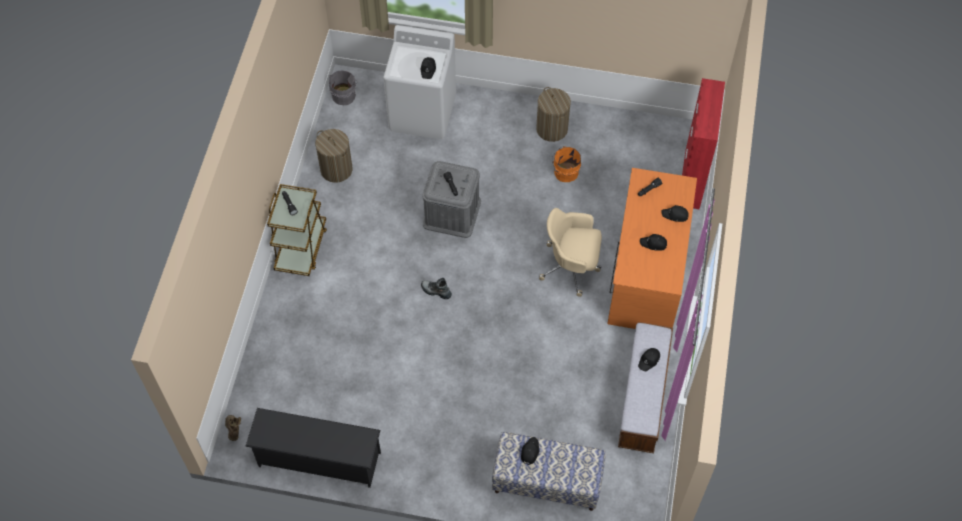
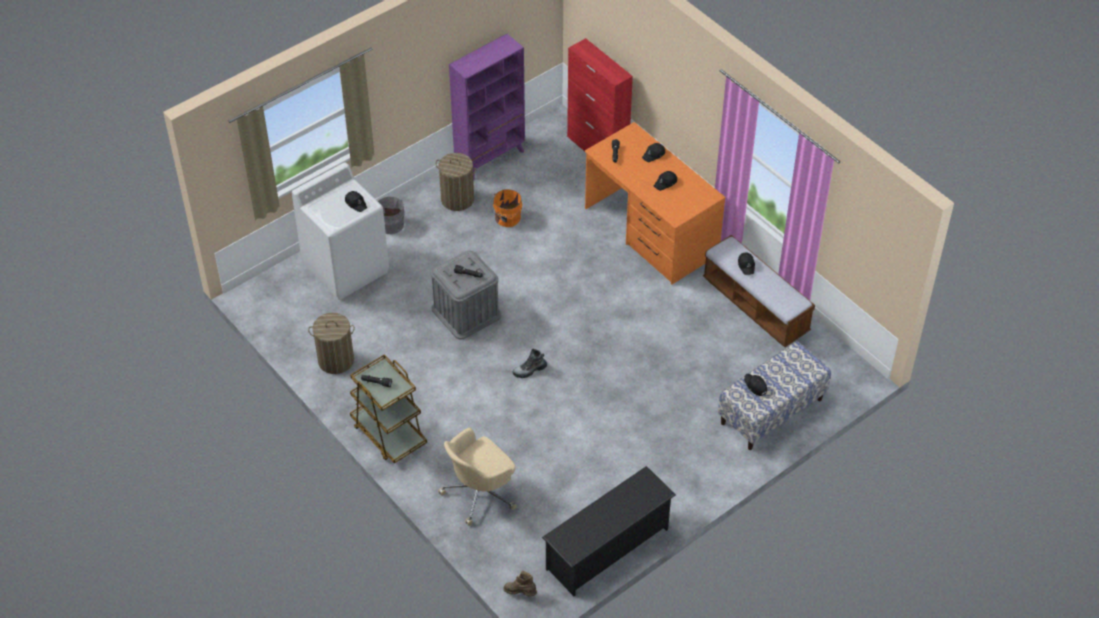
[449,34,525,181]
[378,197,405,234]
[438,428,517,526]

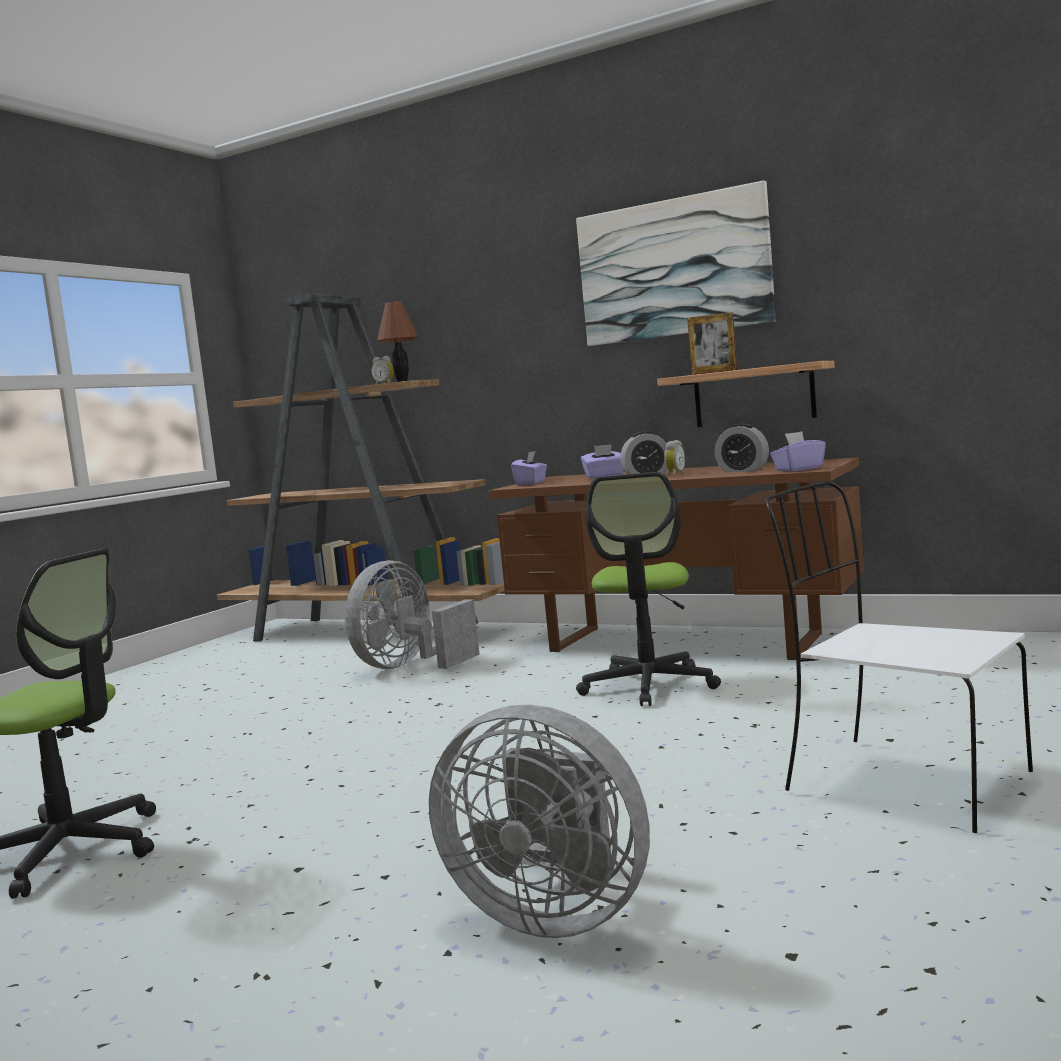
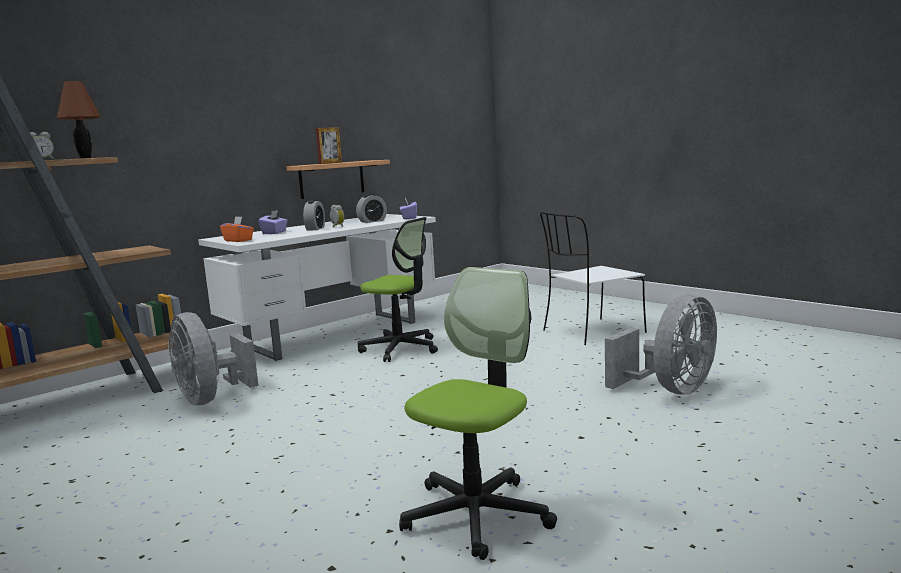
[576,180,776,346] (first image)
[198,214,436,361]
[220,216,254,242]

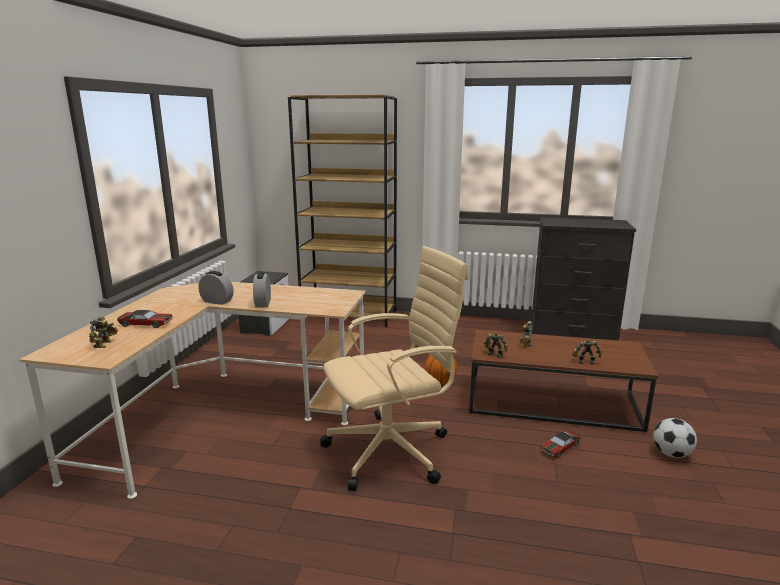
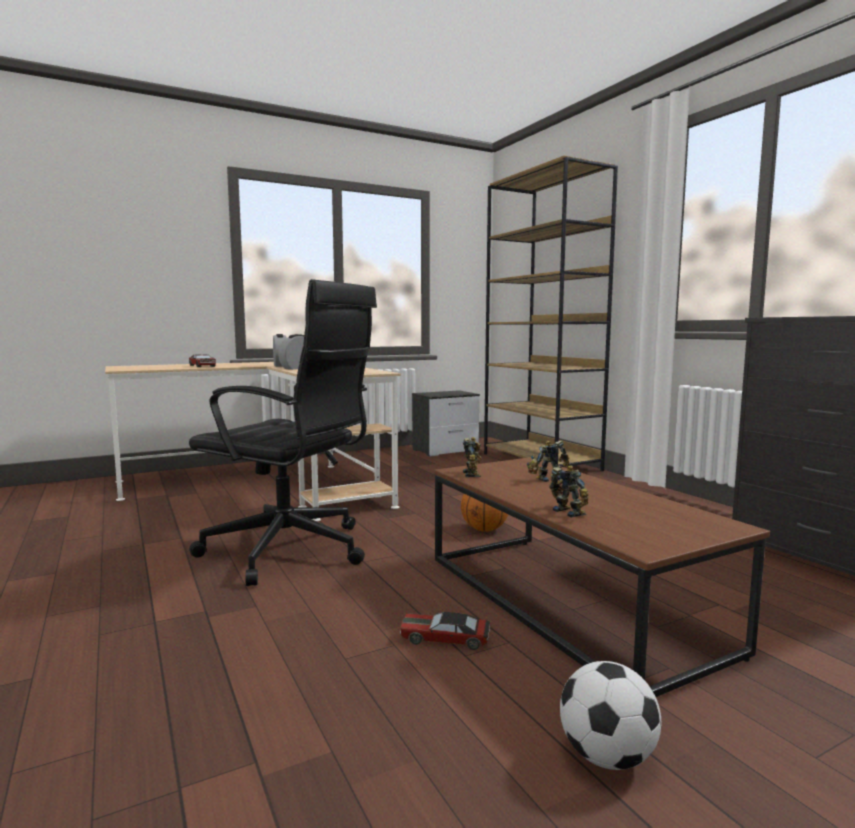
[89,316,118,348] (first image)
[189,279,377,586]

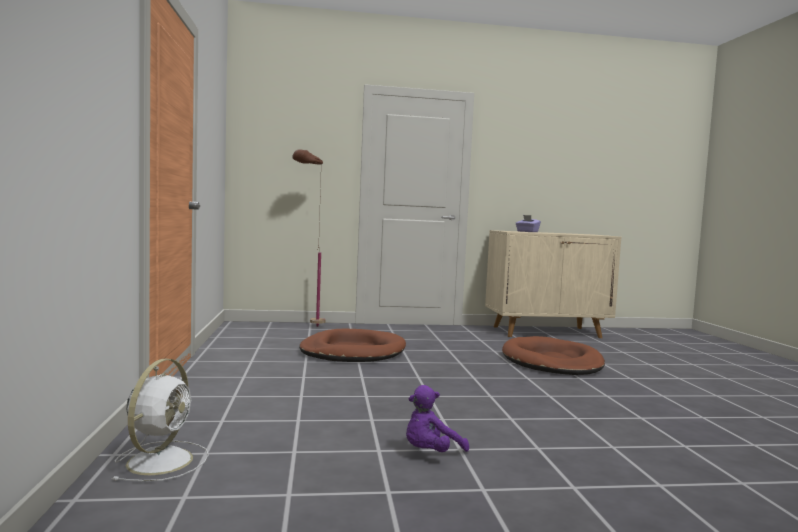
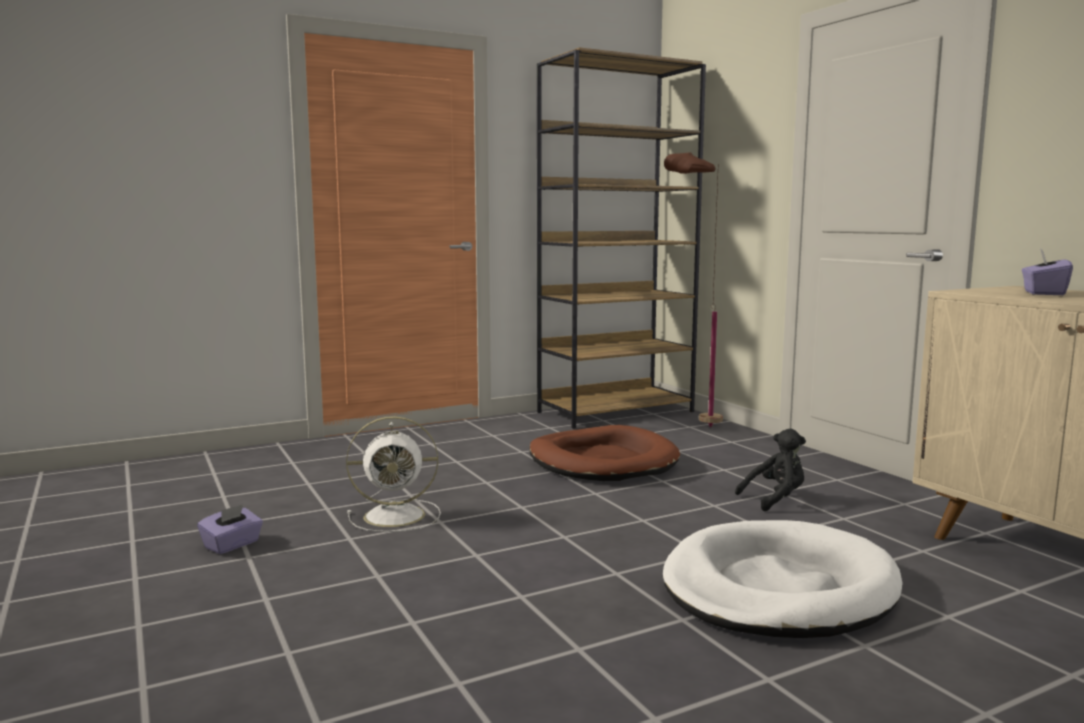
[537,47,706,429]
[735,428,806,511]
[346,416,441,532]
[197,504,263,554]
[662,520,903,638]

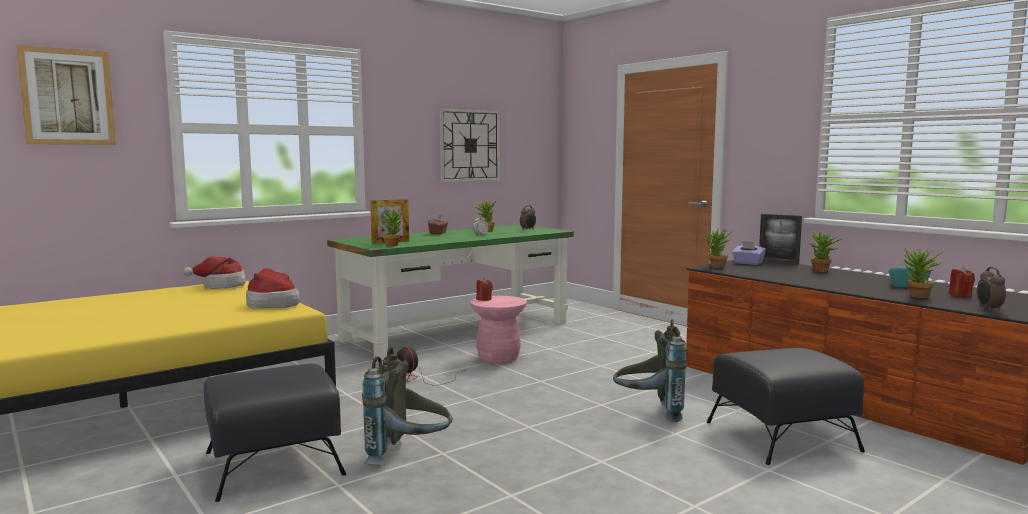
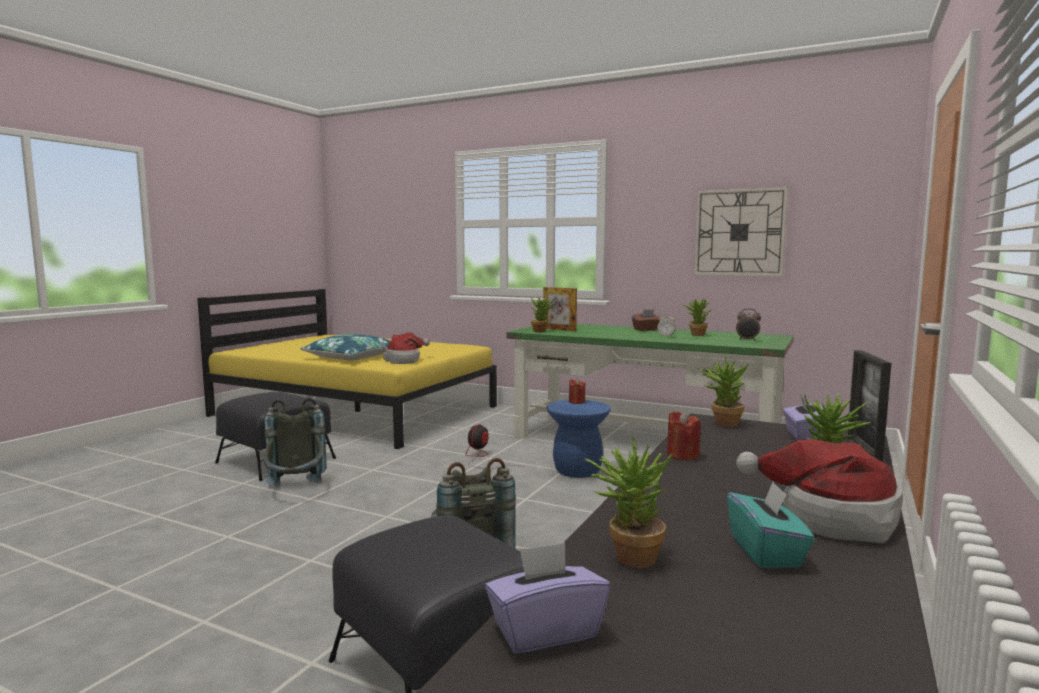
[16,45,116,145] (first image)
[300,334,390,360]
[737,439,903,543]
[667,411,701,461]
[485,542,610,653]
[547,400,611,478]

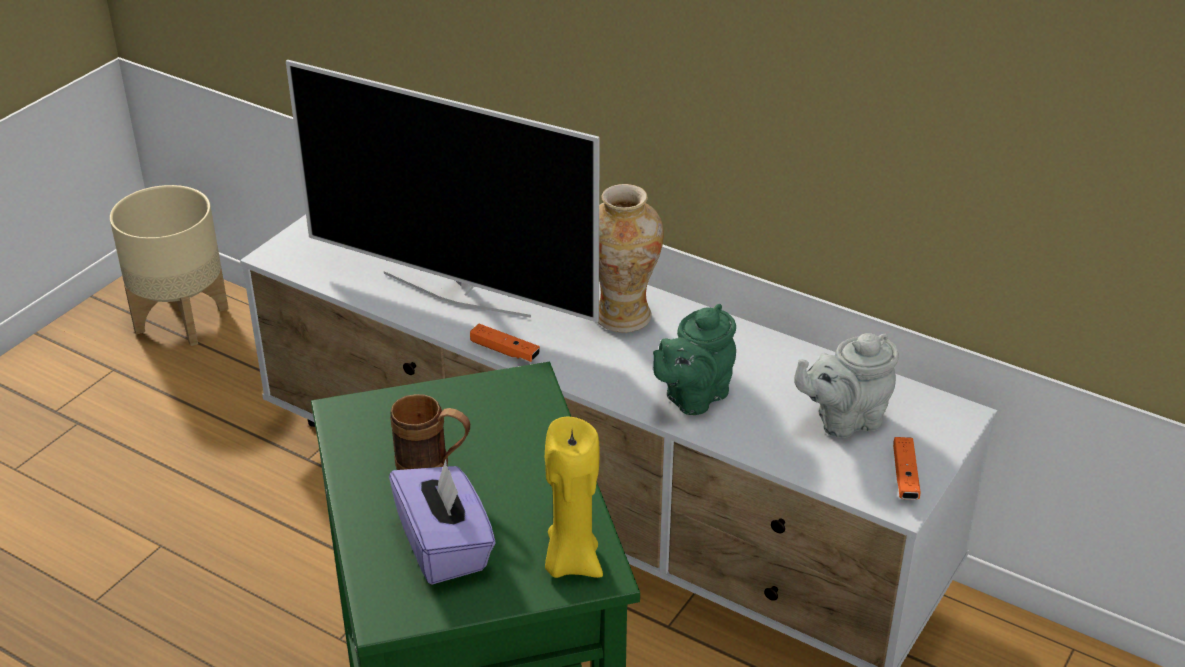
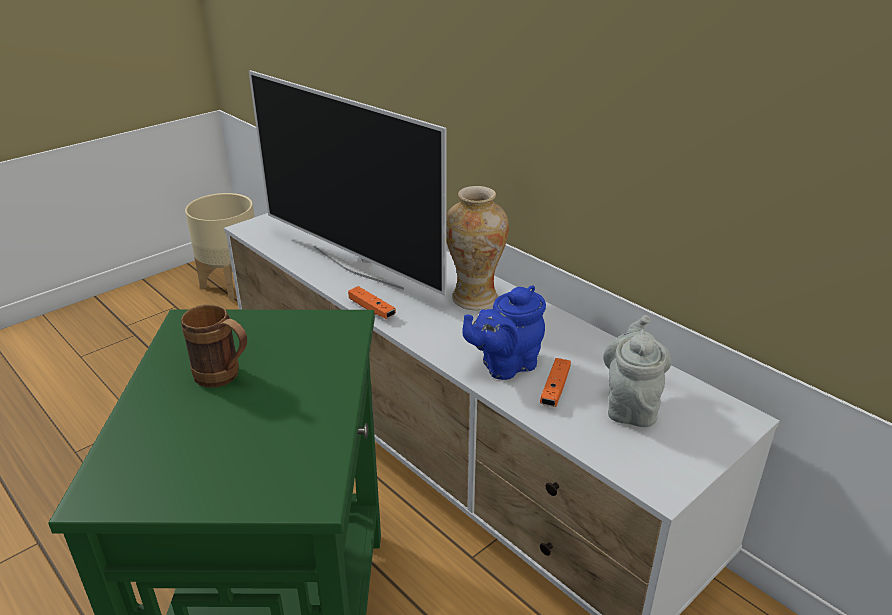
[389,460,495,584] (first image)
[545,417,603,578] (first image)
[540,358,571,407]
[462,285,546,380]
[603,315,671,427]

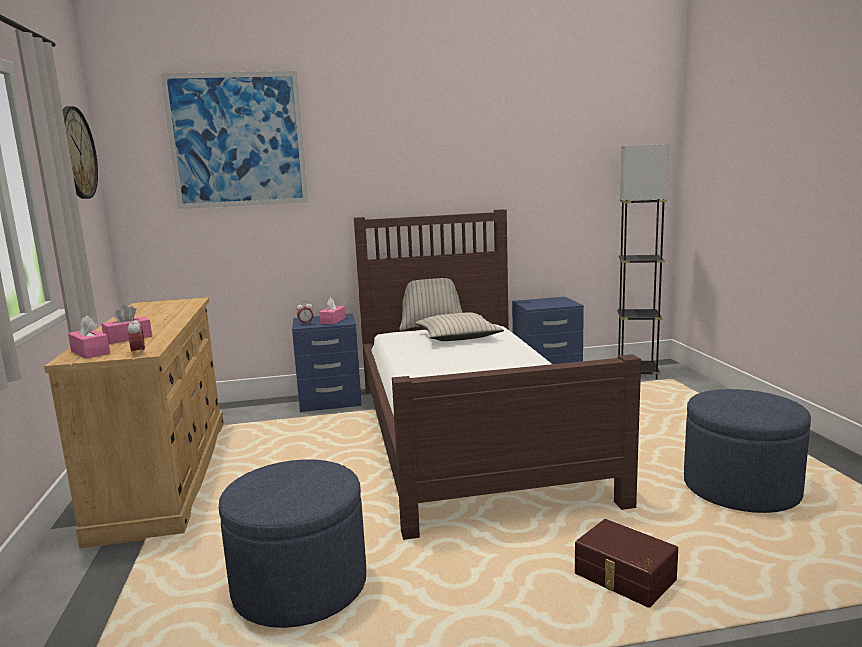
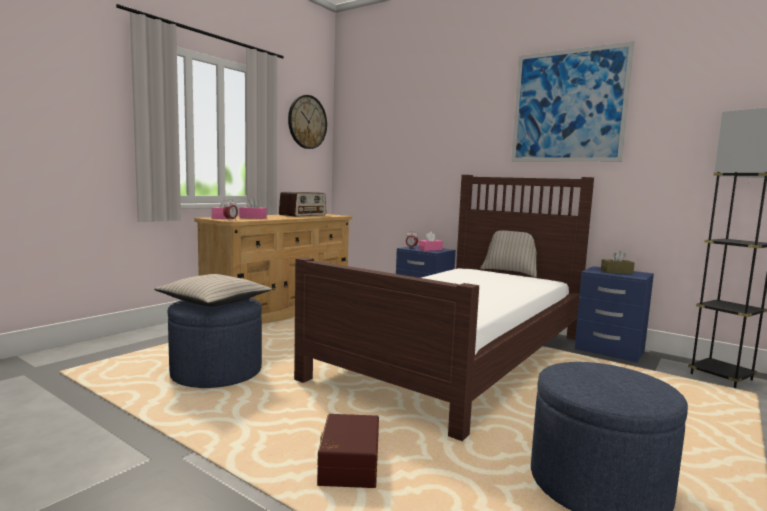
[279,192,326,217]
[601,250,634,274]
[511,41,635,162]
[154,274,272,306]

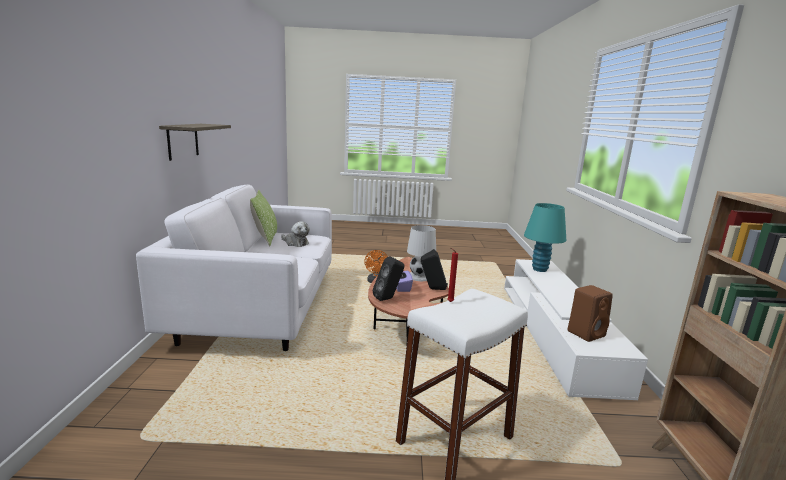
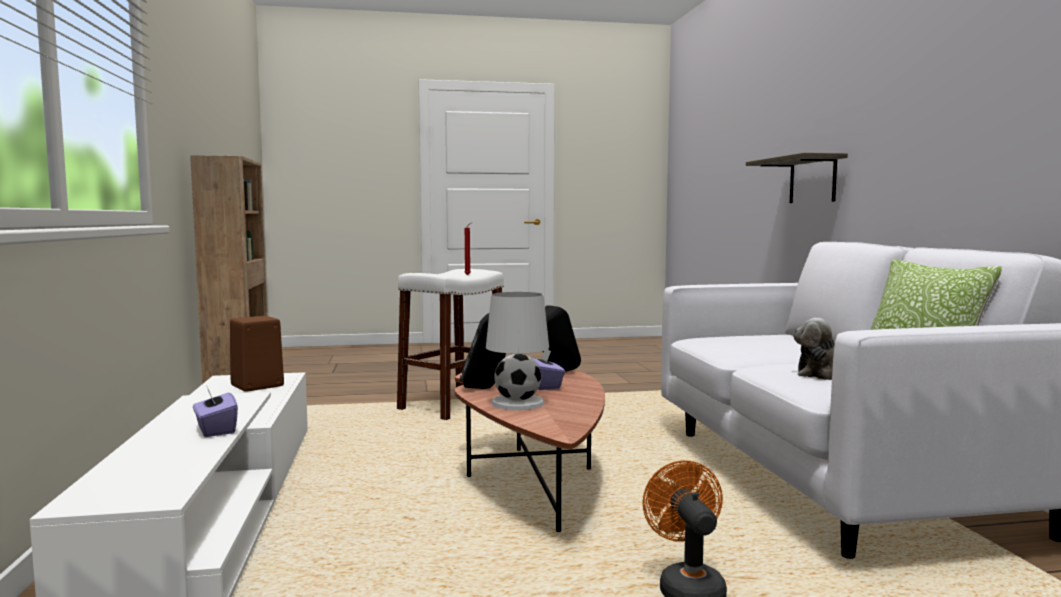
[524,203,566,272] (first image)
[193,387,238,437]
[746,153,848,203]

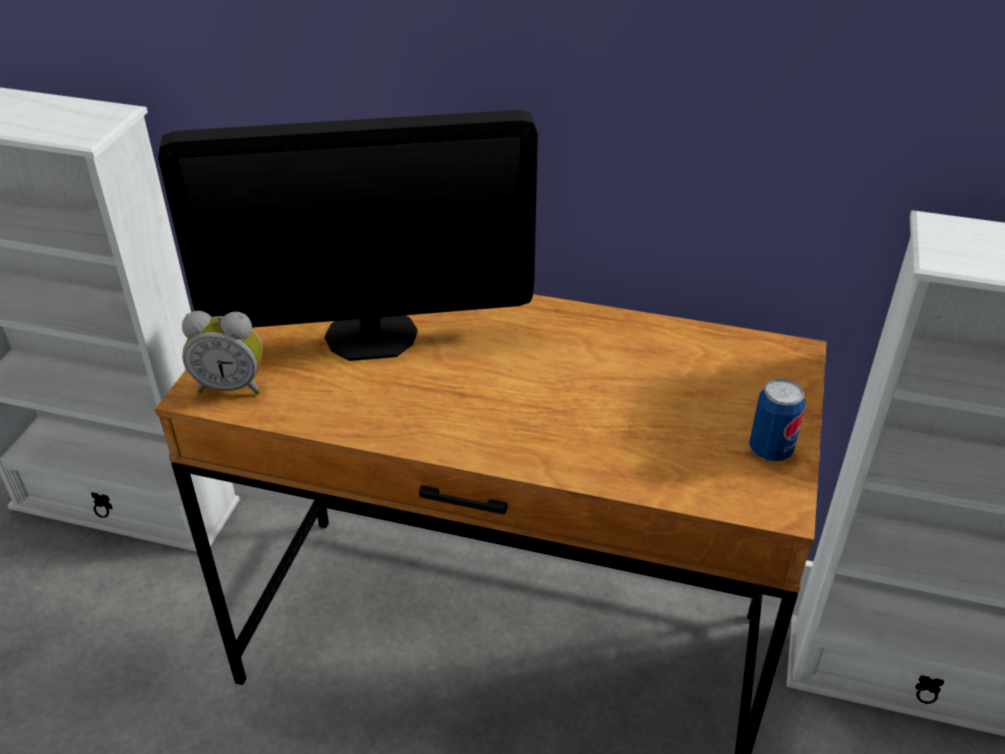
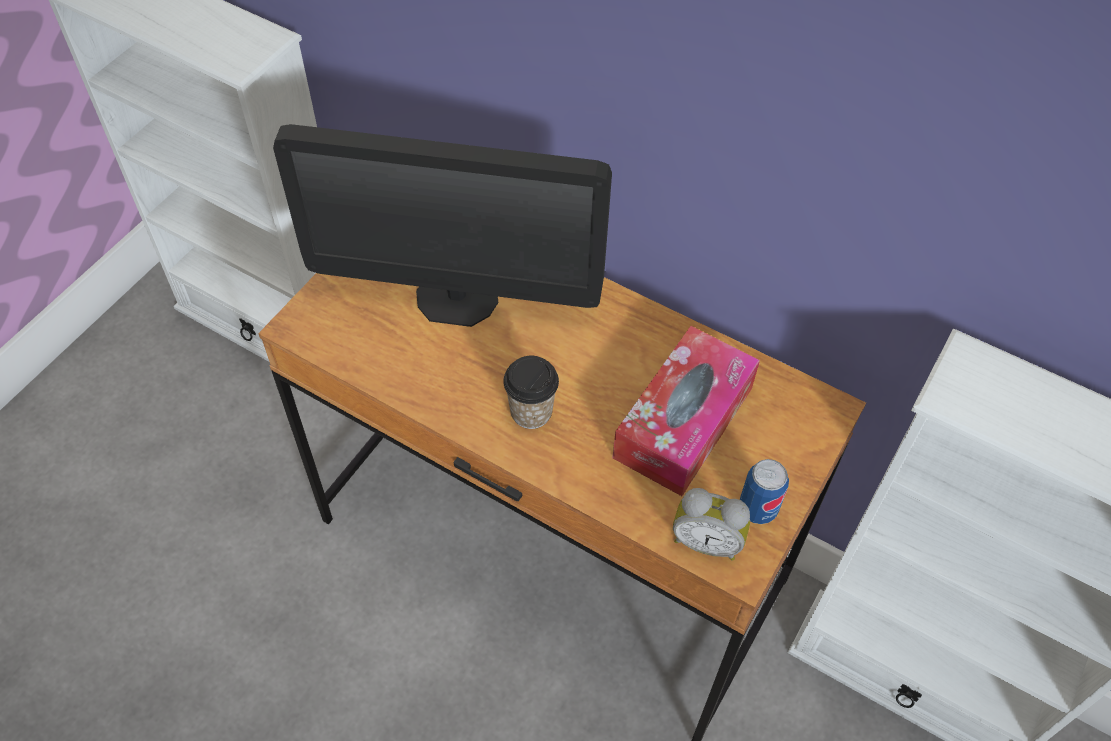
[503,356,559,429]
[613,326,760,496]
[673,488,750,561]

